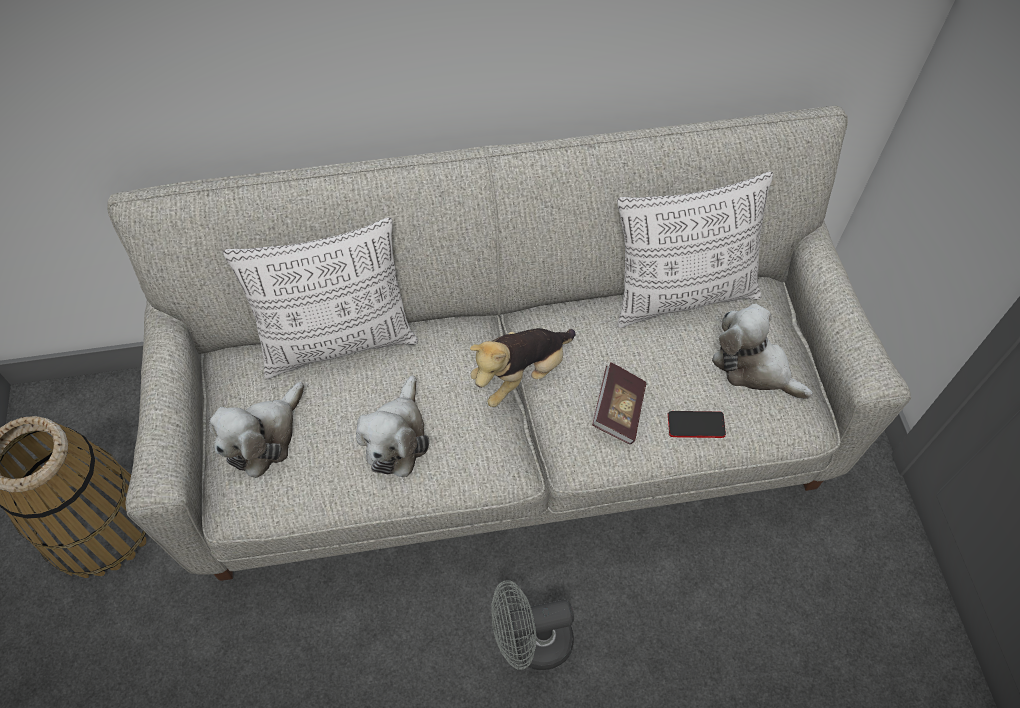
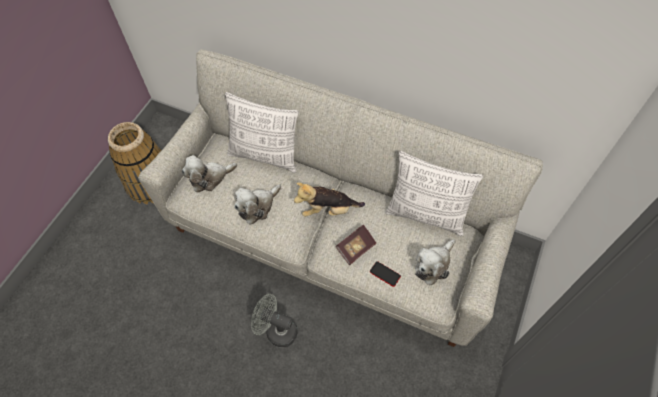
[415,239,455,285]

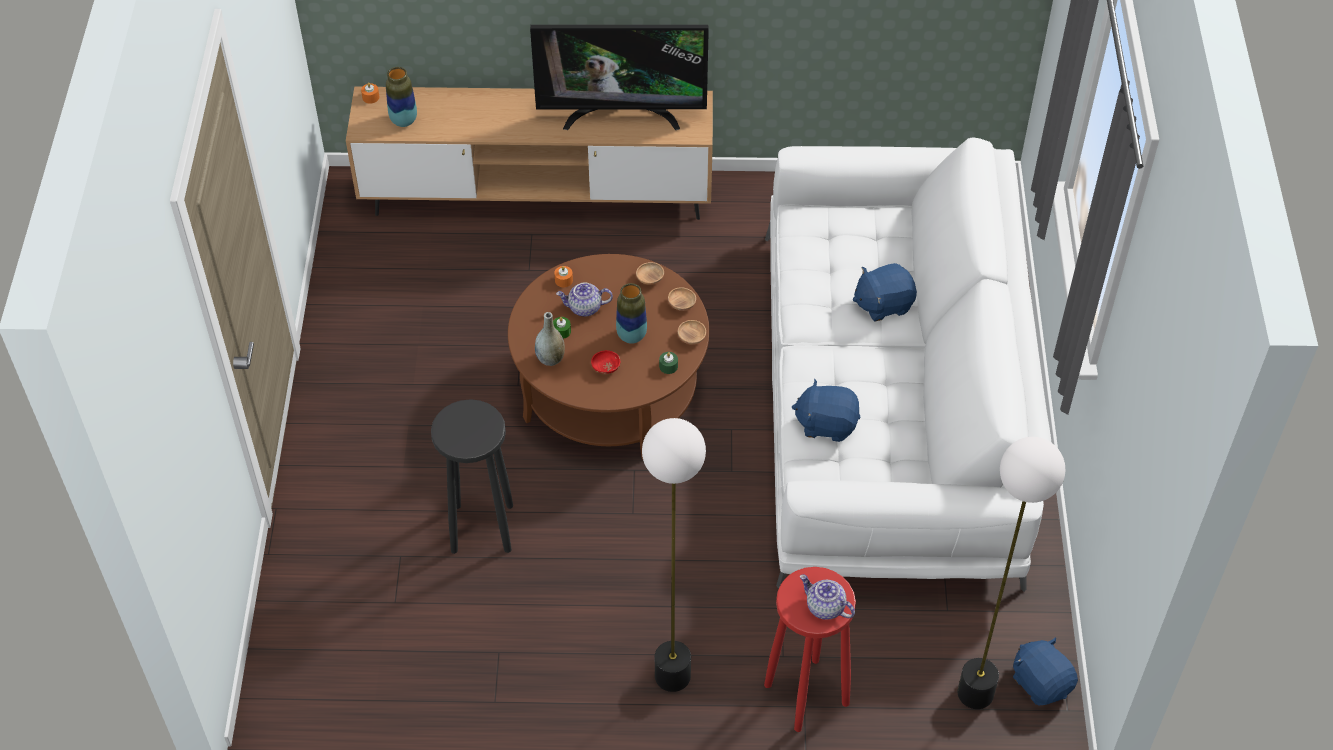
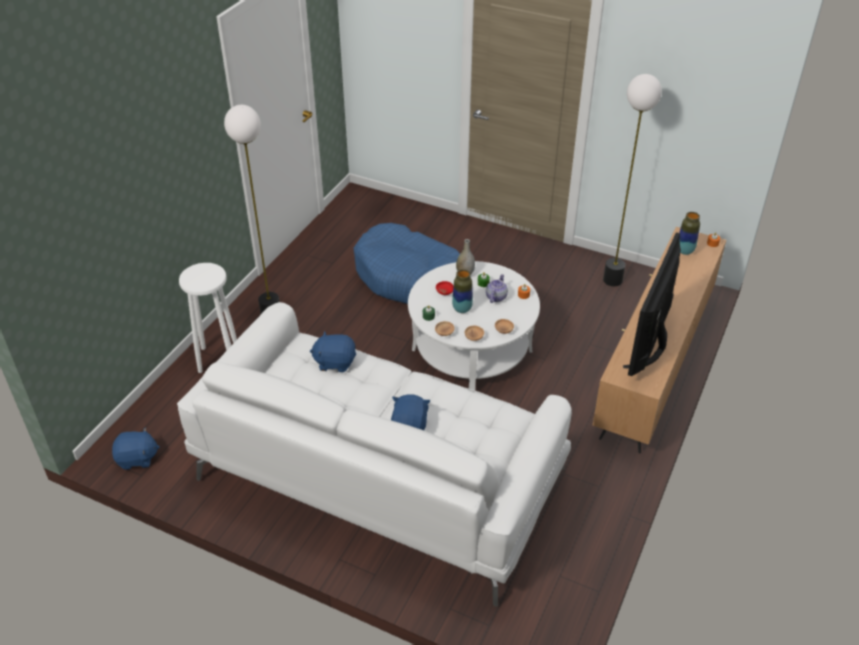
[800,574,855,620] (first image)
[603,74,662,286]
[353,223,460,304]
[408,261,540,390]
[179,263,237,373]
[310,331,356,372]

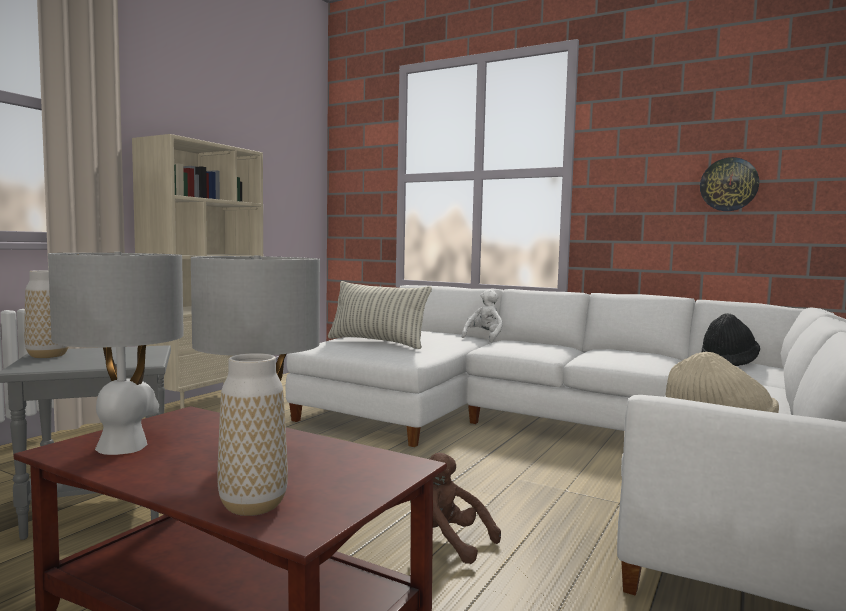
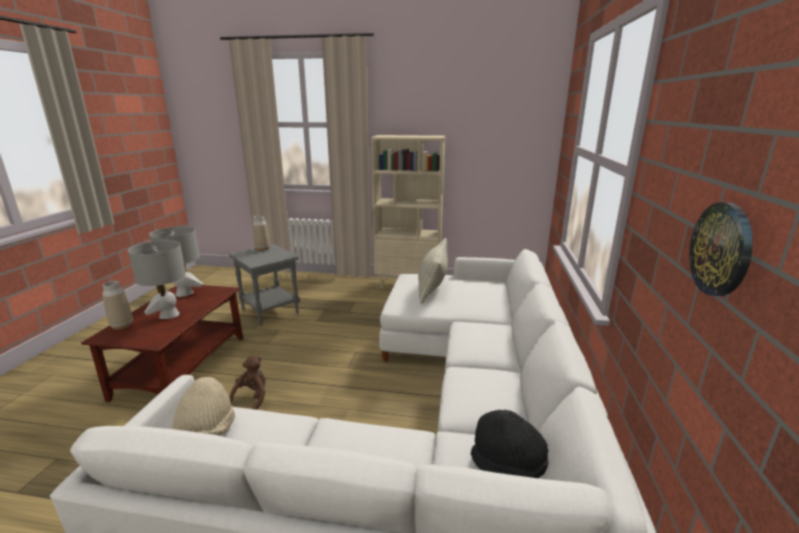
[461,289,503,343] (first image)

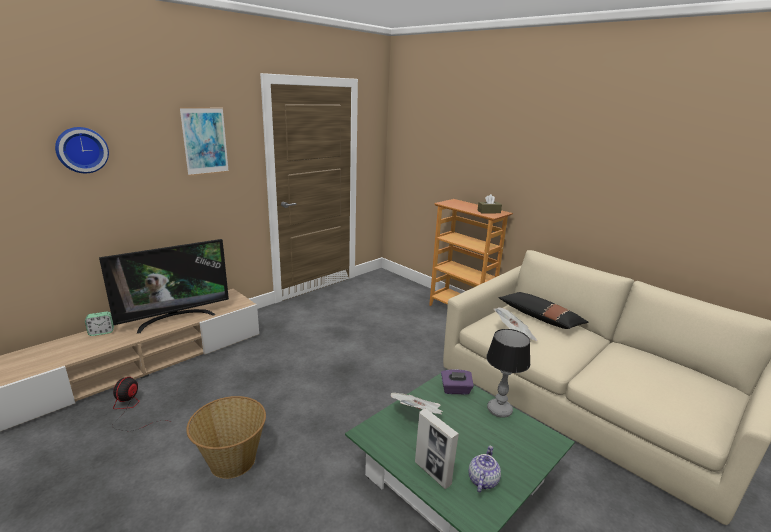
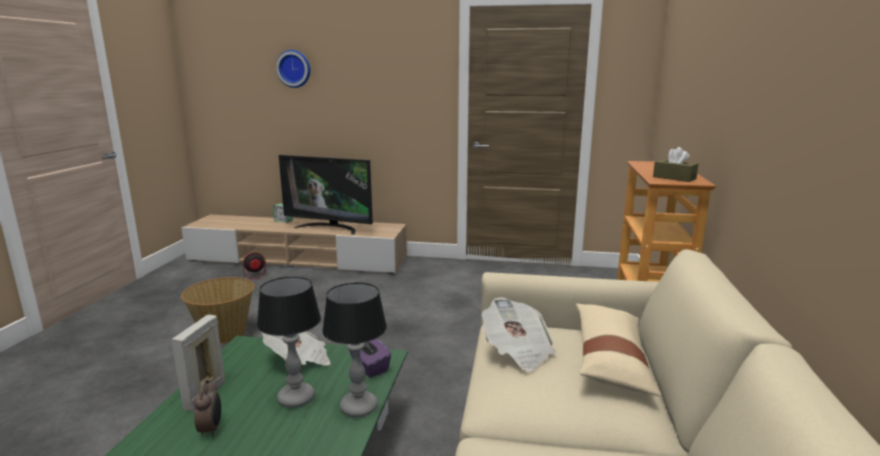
[179,107,229,176] (first image)
[257,277,321,408]
[194,380,221,437]
[576,303,662,396]

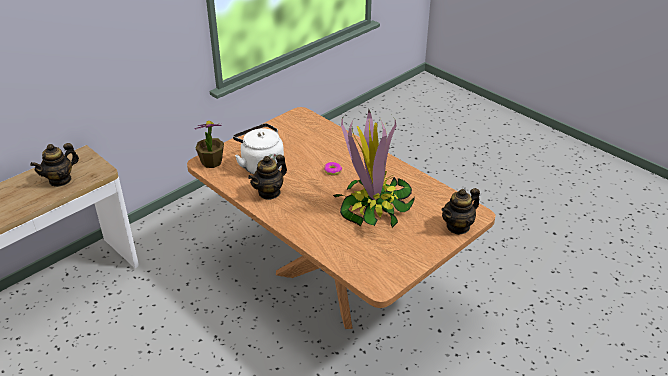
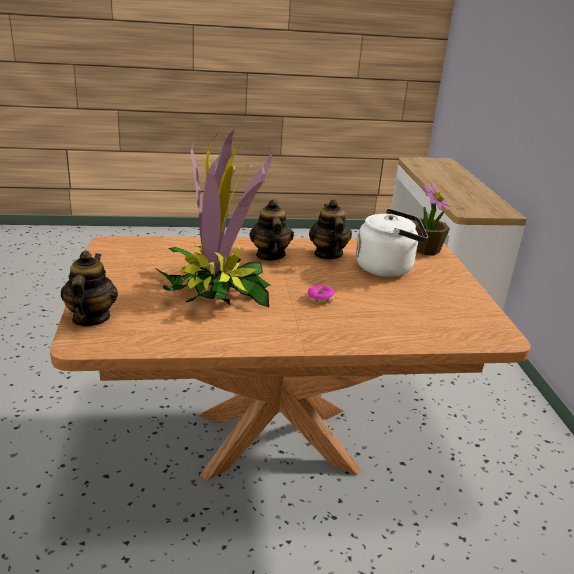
[249,199,294,261]

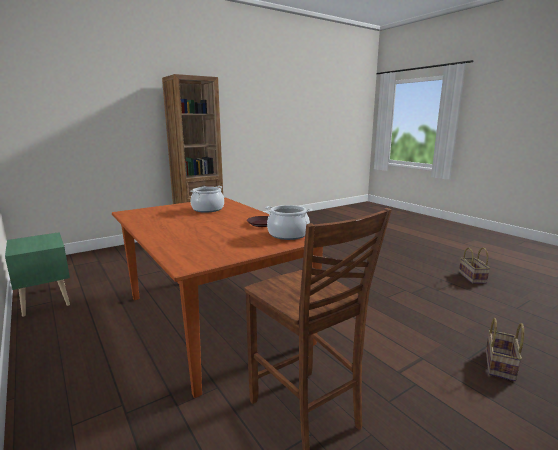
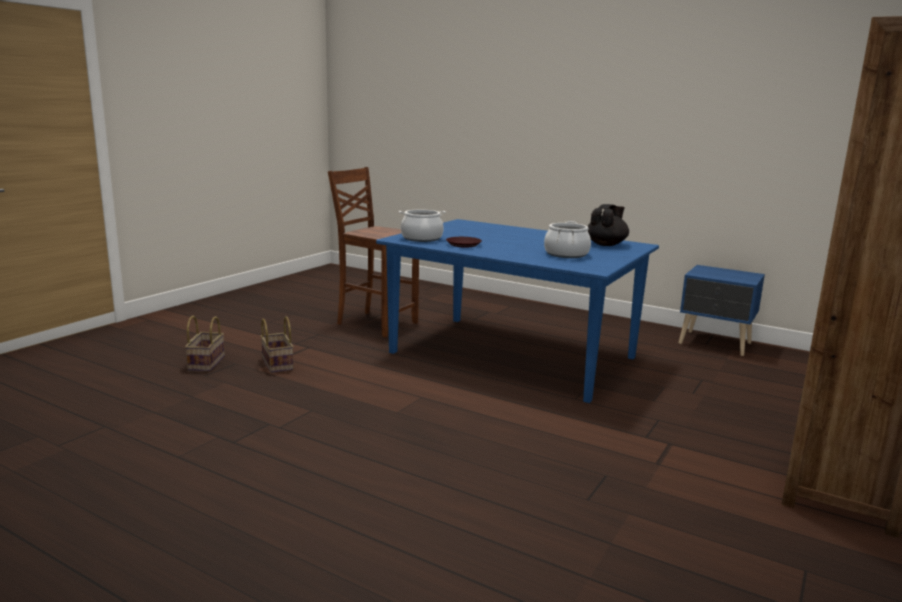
[588,204,629,246]
[261,316,294,373]
[679,265,765,356]
[376,219,659,403]

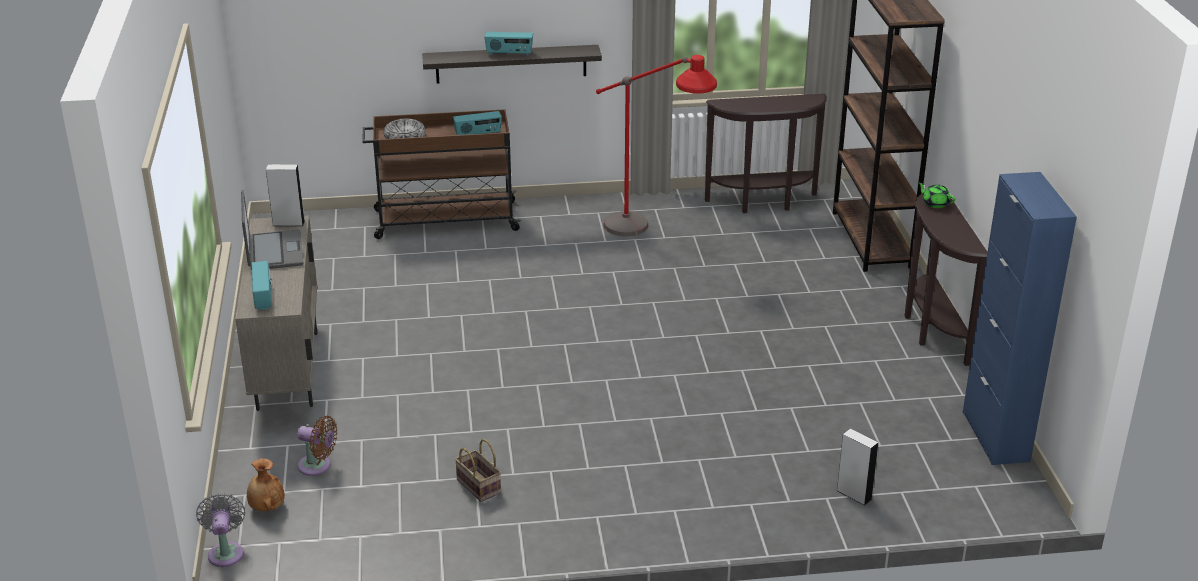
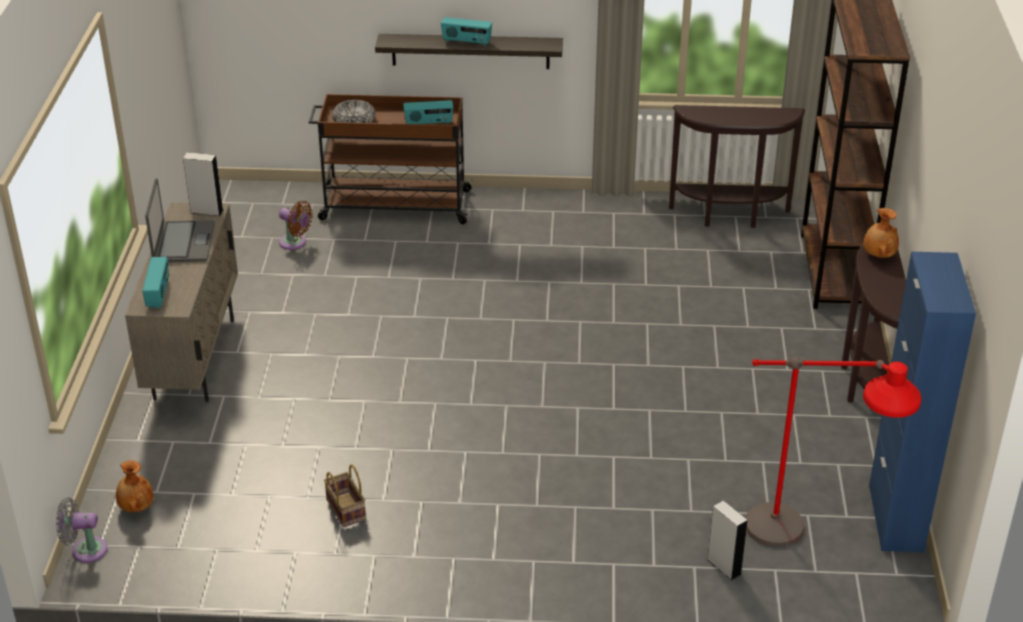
[279,201,313,250]
[746,357,921,547]
[863,208,899,258]
[56,498,107,563]

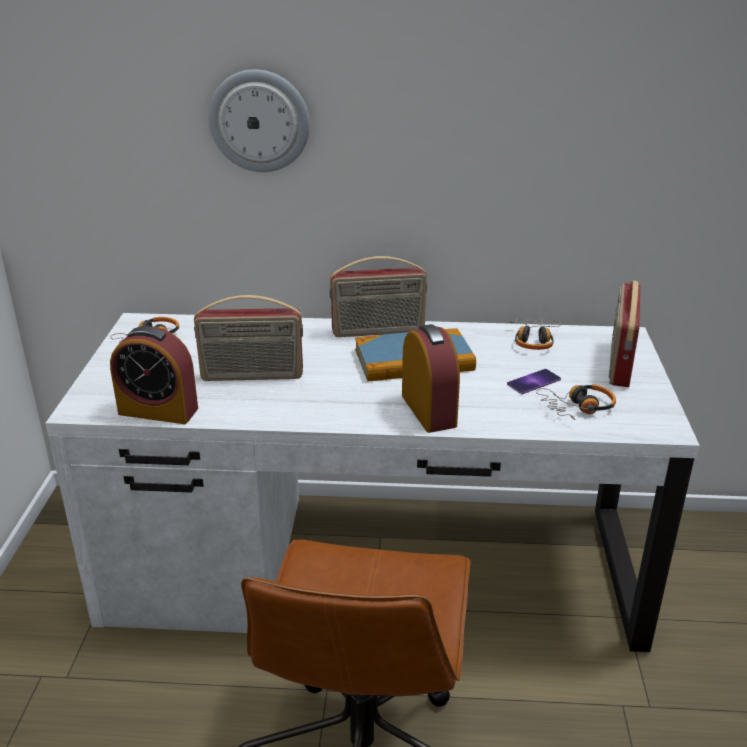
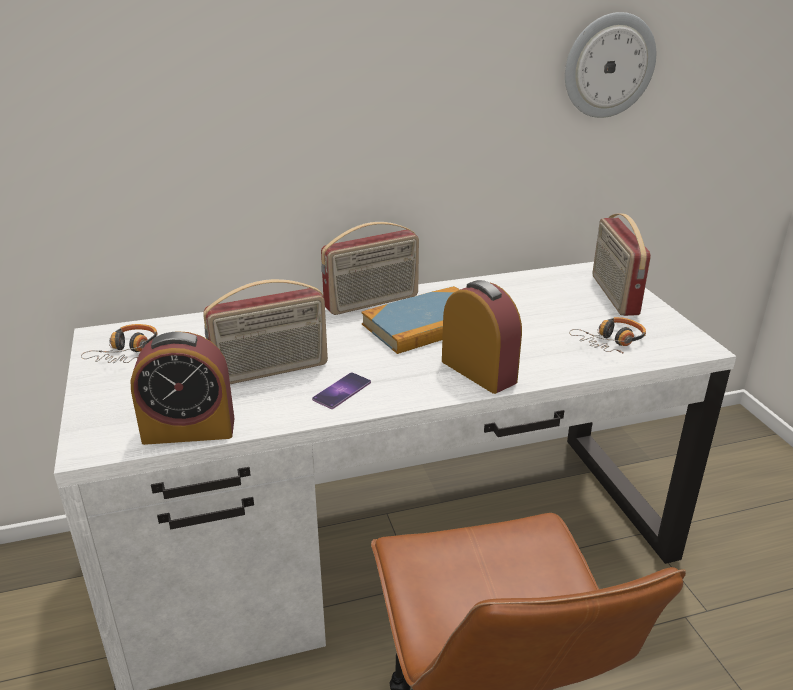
[508,318,561,350] (first image)
[565,12,656,118]
[312,372,371,409]

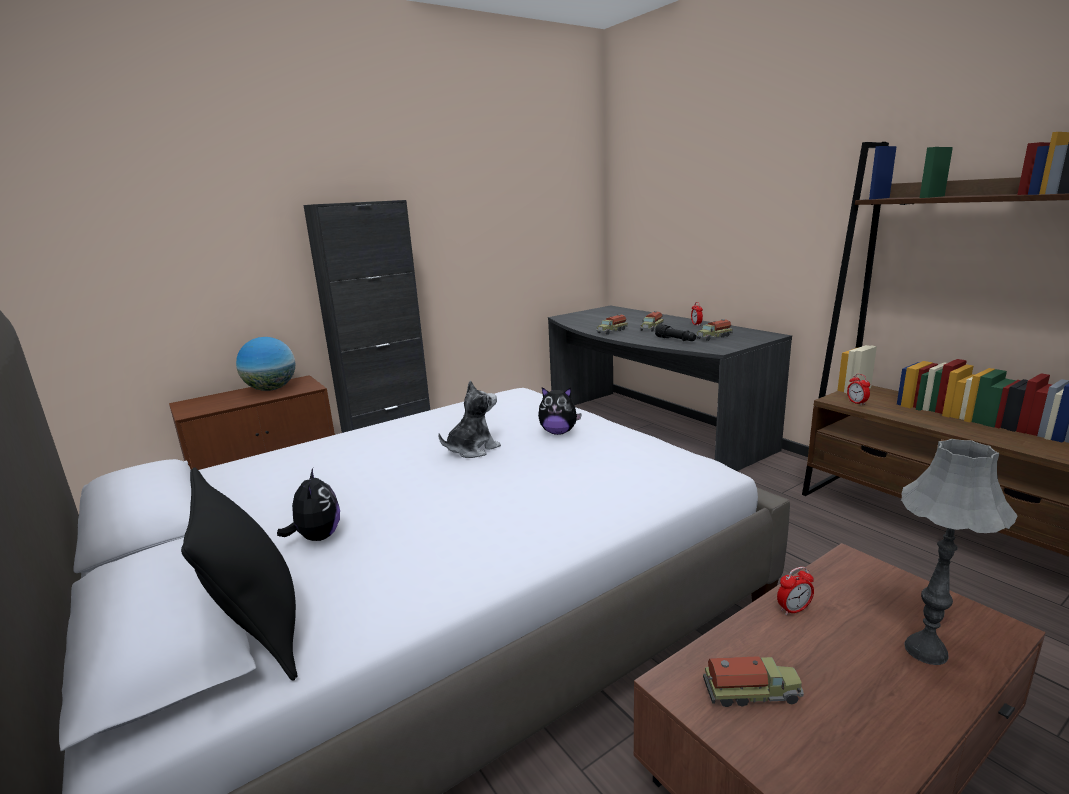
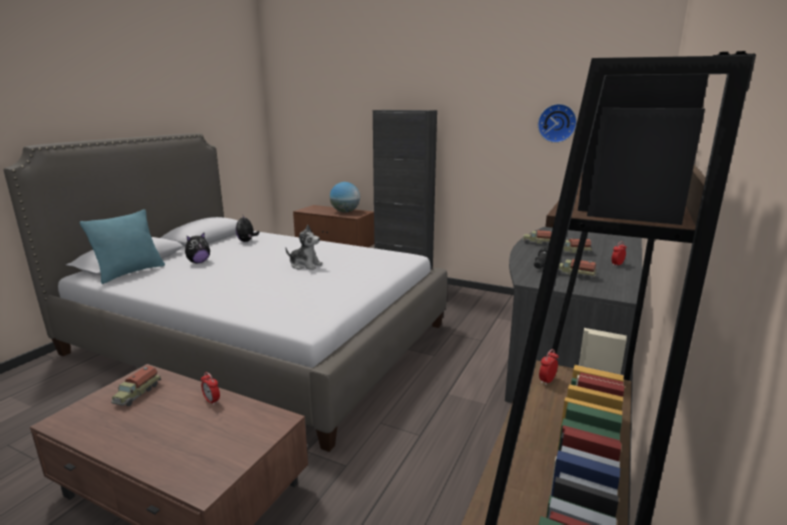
[901,439,1018,665] (first image)
[538,104,577,143]
[236,214,260,242]
[80,209,165,284]
[111,366,161,406]

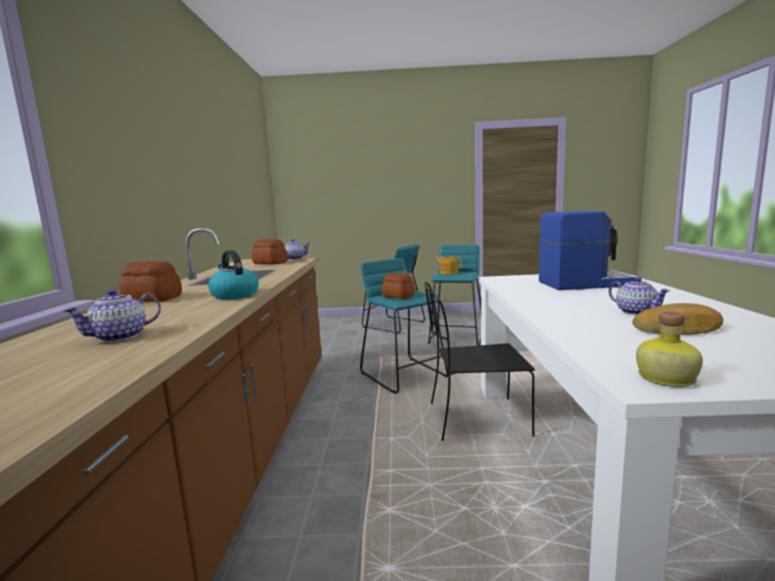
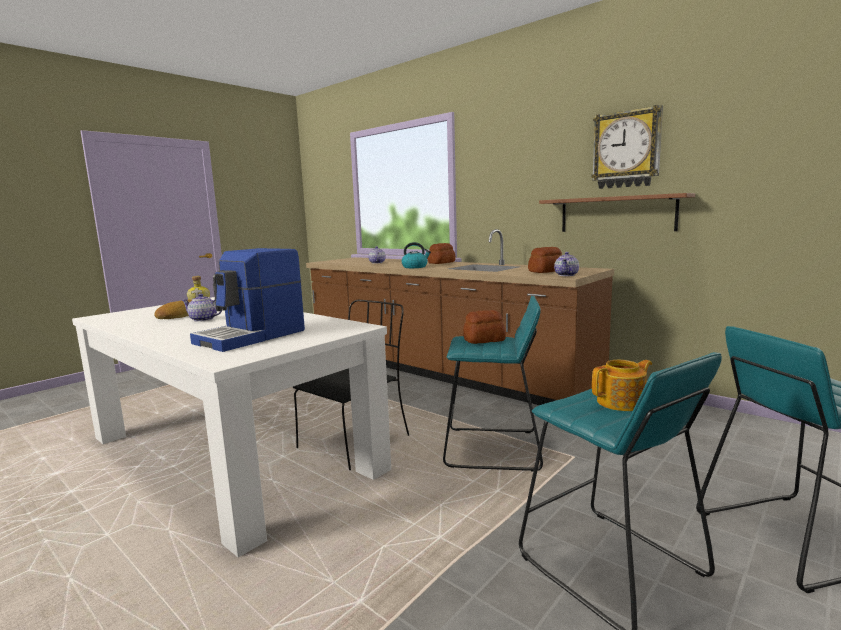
[539,193,695,232]
[591,105,663,189]

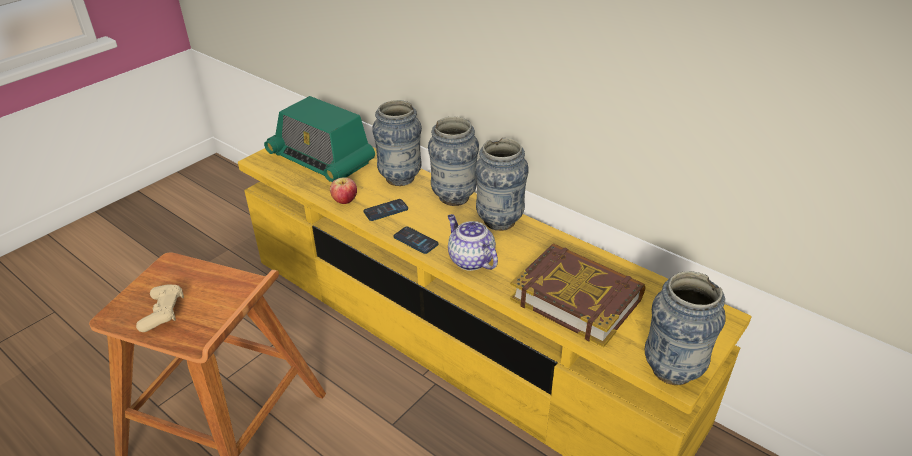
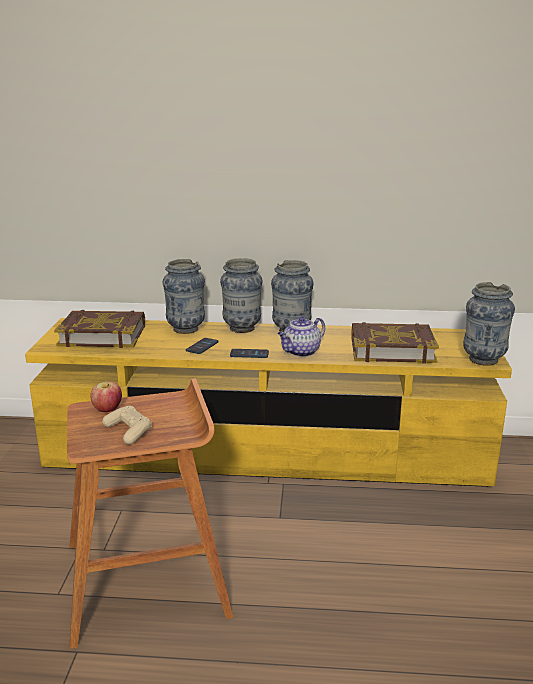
[90,381,122,412]
[54,310,145,348]
[278,317,325,357]

